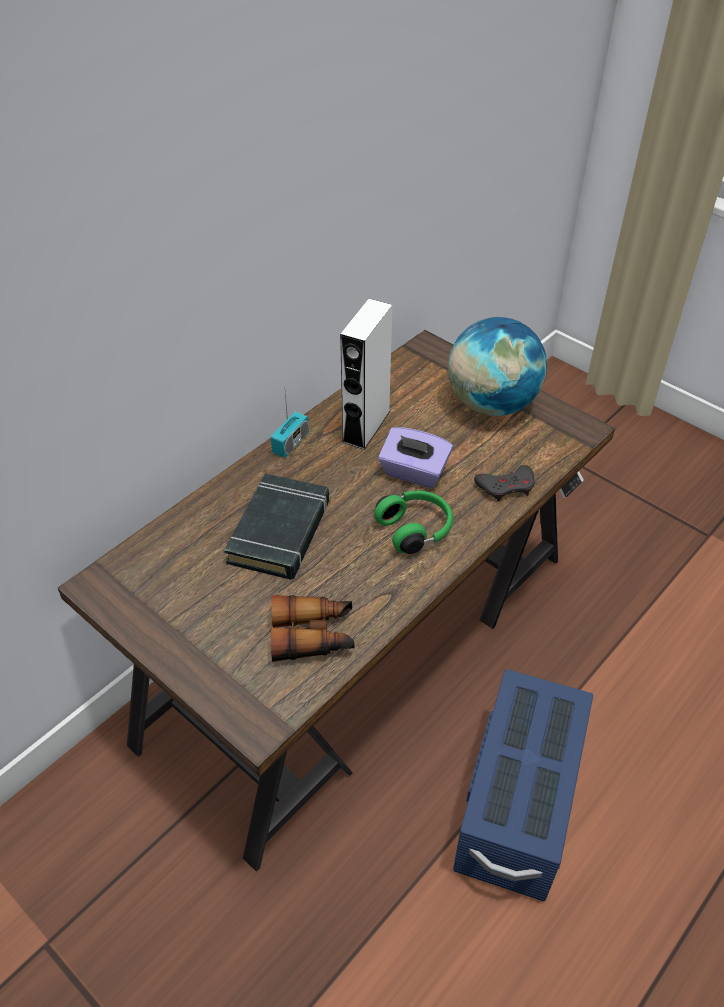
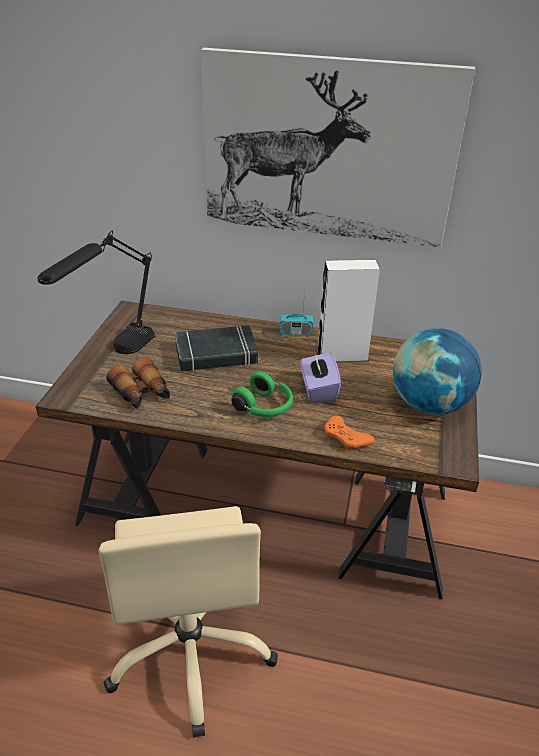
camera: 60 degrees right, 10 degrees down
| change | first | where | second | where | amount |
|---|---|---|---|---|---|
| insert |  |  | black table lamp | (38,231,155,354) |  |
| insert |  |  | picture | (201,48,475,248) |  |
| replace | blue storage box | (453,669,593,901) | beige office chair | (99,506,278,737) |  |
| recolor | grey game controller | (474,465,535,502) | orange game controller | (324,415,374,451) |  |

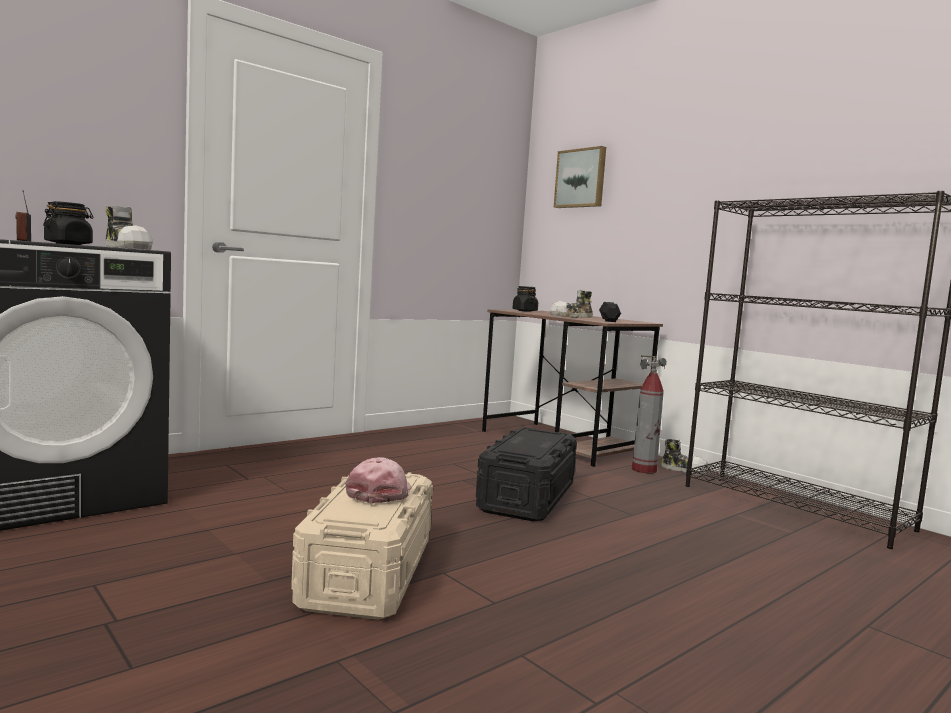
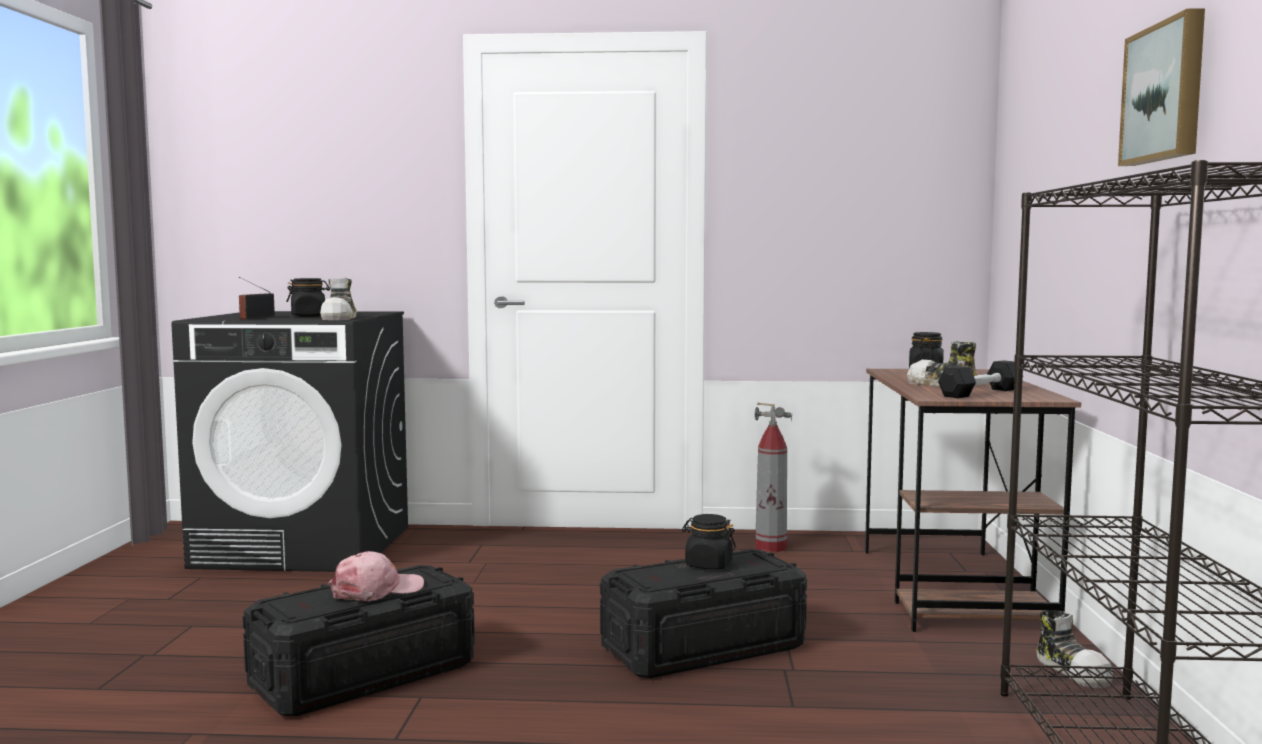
camera: 45 degrees right, 0 degrees up
| change | first | where | second | where | amount |
|---|---|---|---|---|---|
| insert |  |  | black jar | (682,514,736,569) |  |
| move | picture | (554,146,606,208) |  | (1118,8,1205,166) |  |
| move | fire extinguisher | (632,355,667,473) |  | (755,403,792,552) |  |
| recolor | beige storage box | (291,472,433,620) | black storage box | (242,565,475,716) |  |

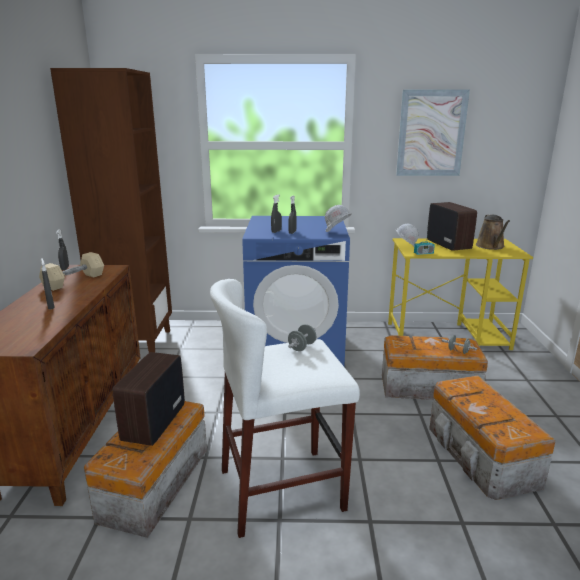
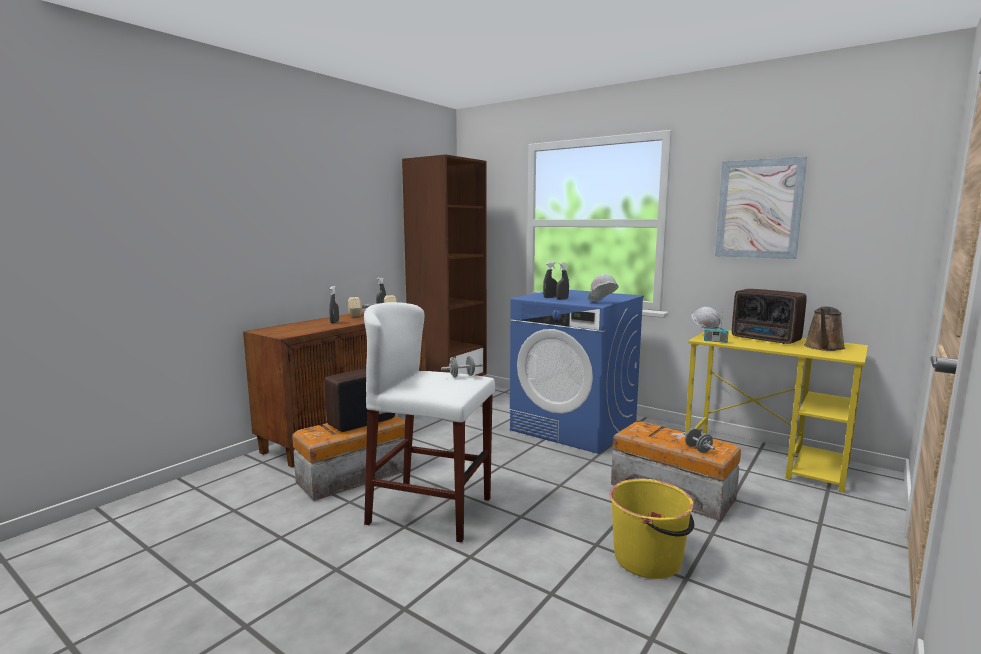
camera: 35 degrees right, 10 degrees down
| change | first | where | second | where | amount |
|---|---|---|---|---|---|
| replace | storage box | (429,376,555,500) | yellow bucket | (610,479,694,579) |  |
| rotate | radio | (427,202,477,251) |  | (732,289,807,344) | 120 degrees clockwise |

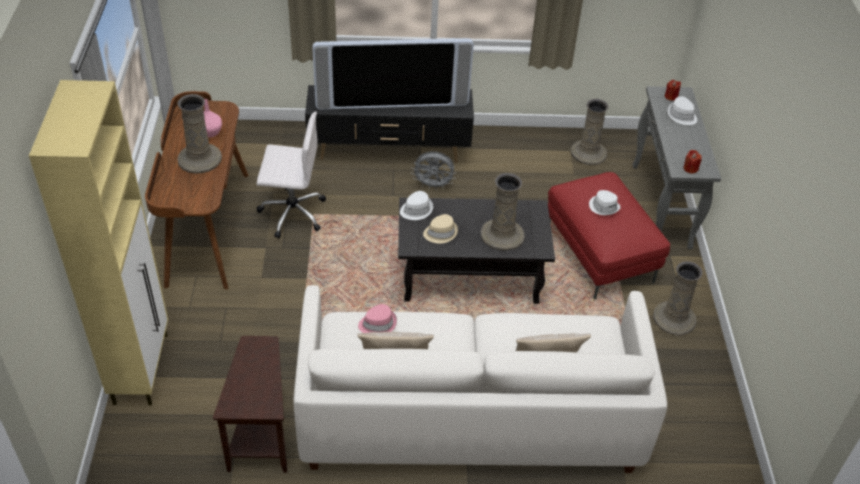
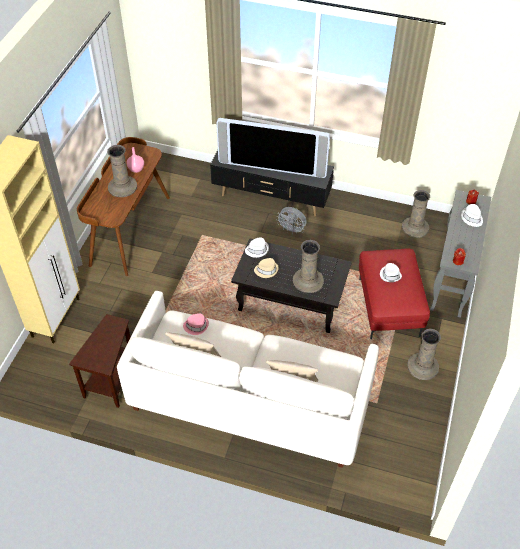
camera: 20 degrees right, 5 degrees up
| change | first | where | second | where | amount |
|---|---|---|---|---|---|
| delete | white office chair | (256,112,326,239) |  |  |  |

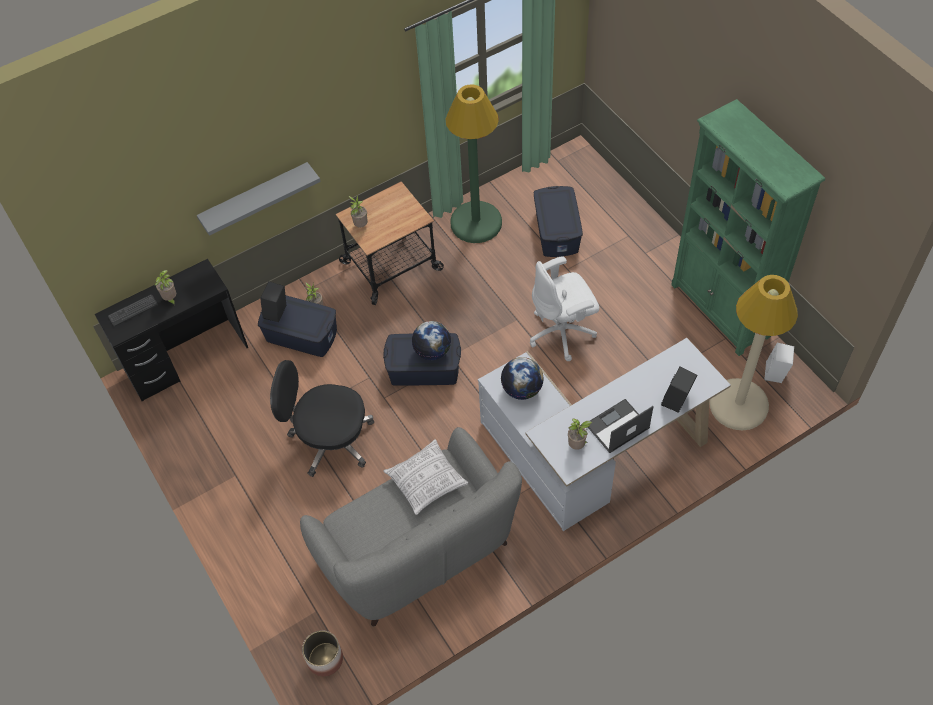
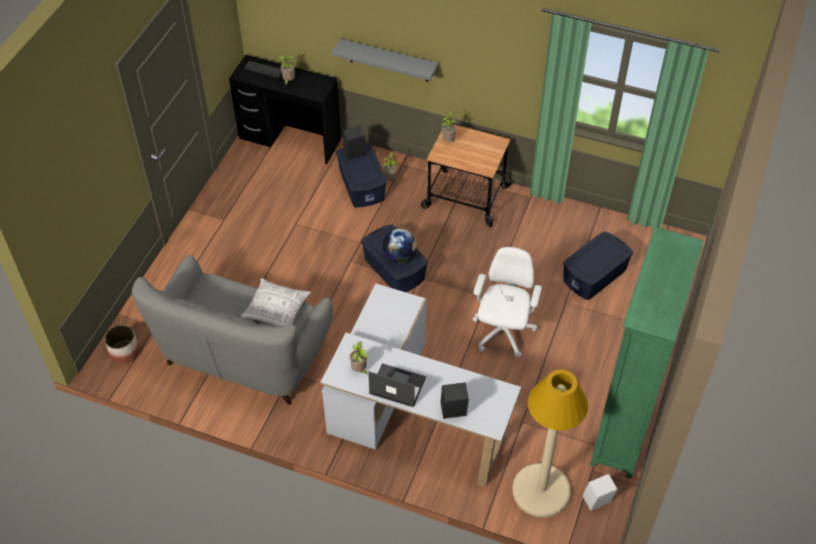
camera: 50 degrees right, 5 degrees down
| change | first | where | second | where | amount |
|---|---|---|---|---|---|
| delete | black office chair | (270,360,374,477) |  |  |  |
| delete | green floor lamp | (446,84,502,243) |  |  |  |
| delete | globe | (501,357,544,400) |  |  |  |
| rotate | white office chair | (530,256,600,361) |  | (473,247,542,358) | 75 degrees clockwise |

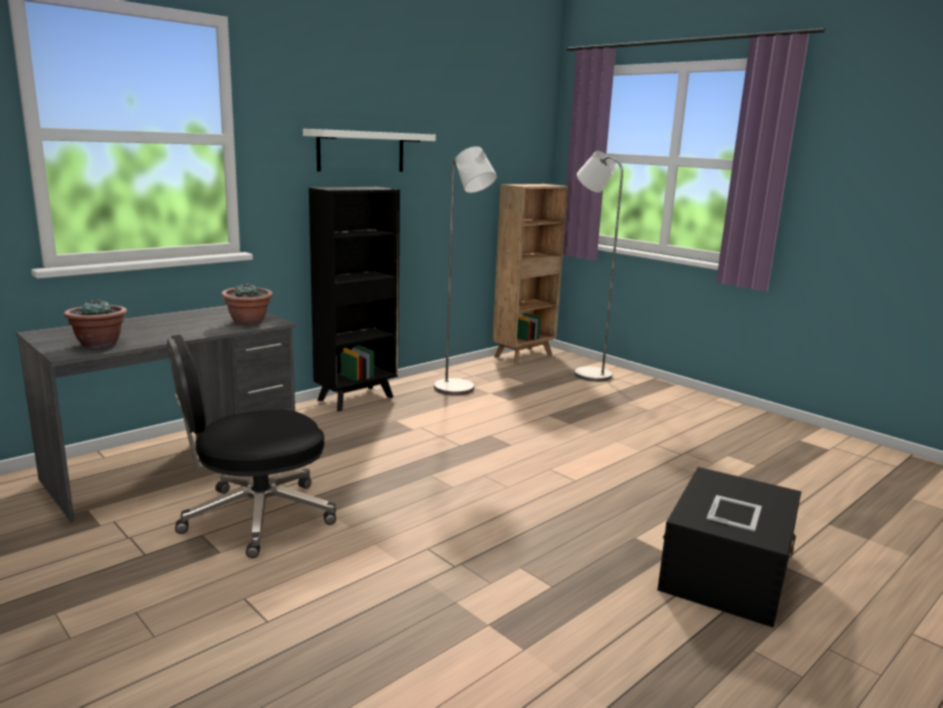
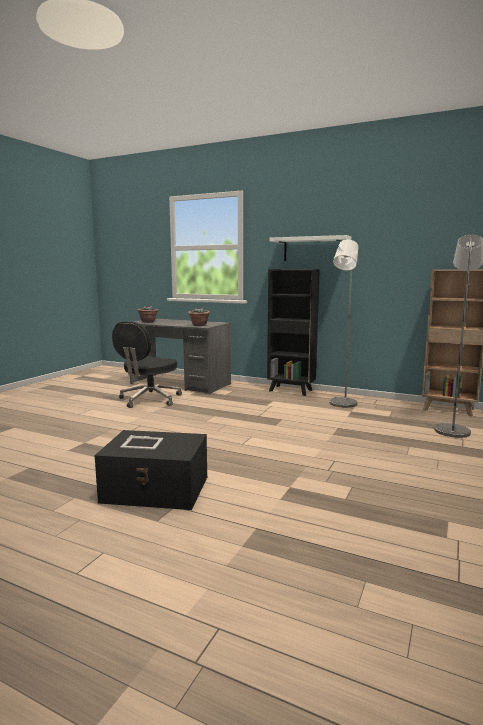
camera: 70 degrees right, 5 degrees down
| change | first | where | second | where | amount |
|---|---|---|---|---|---|
| rotate | black office chair | (167,335,336,558) |  | (112,321,182,408) | 105 degrees counterclockwise |

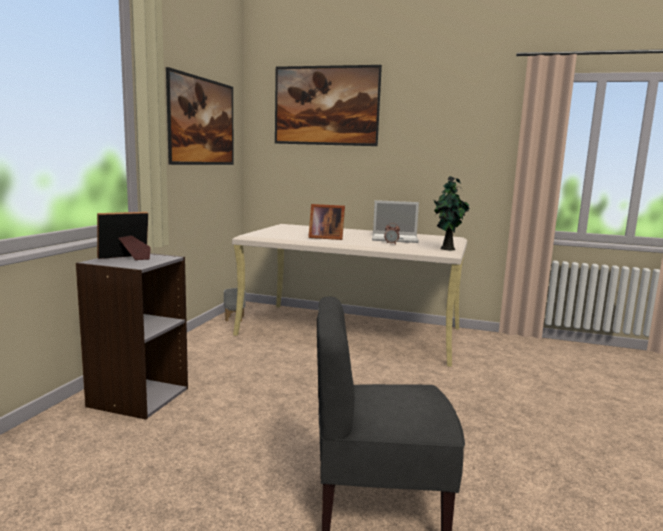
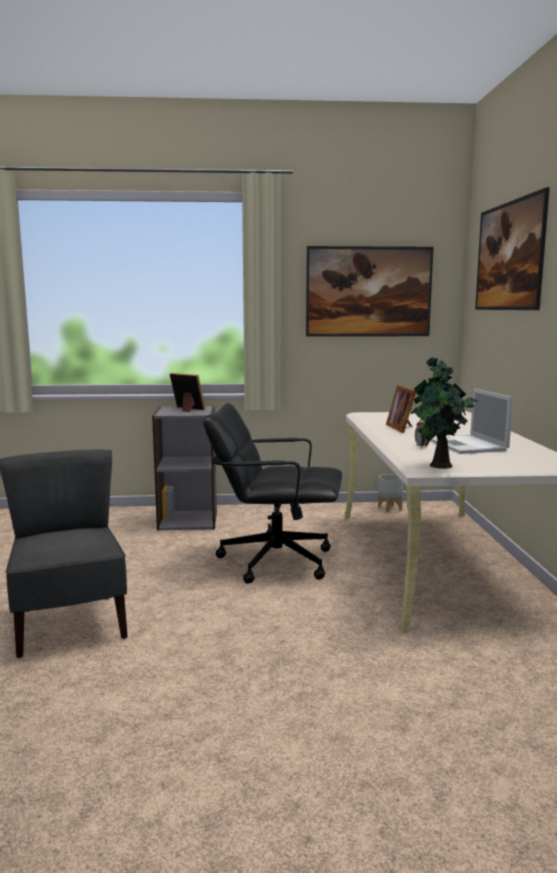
camera: 70 degrees right, 0 degrees up
| change | first | where | second | where | amount |
|---|---|---|---|---|---|
| insert |  |  | black office chair | (203,403,342,584) |  |

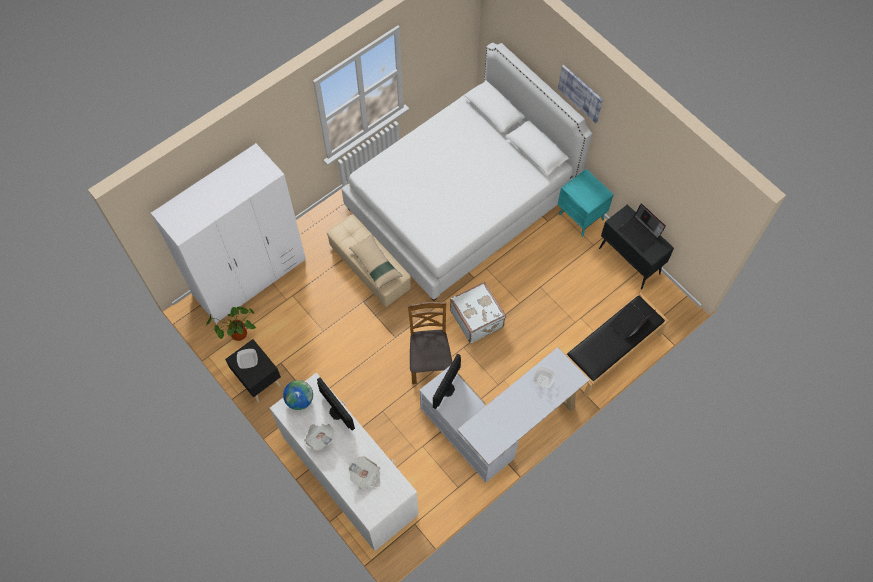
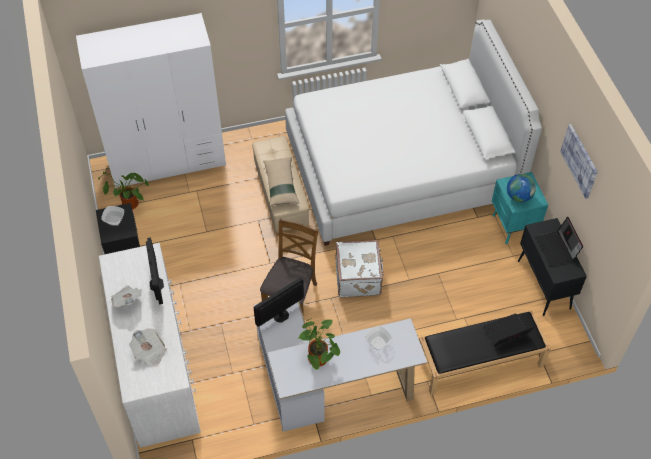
camera: 25 degrees right, 10 degrees down
| change | first | where | second | where | amount |
|---|---|---|---|---|---|
| insert |  |  | potted plant | (299,318,340,370) |  |
| move | globe | (283,380,313,410) |  | (507,174,536,202) |  |
| move | picture | (558,65,603,123) |  | (560,124,598,199) |  |

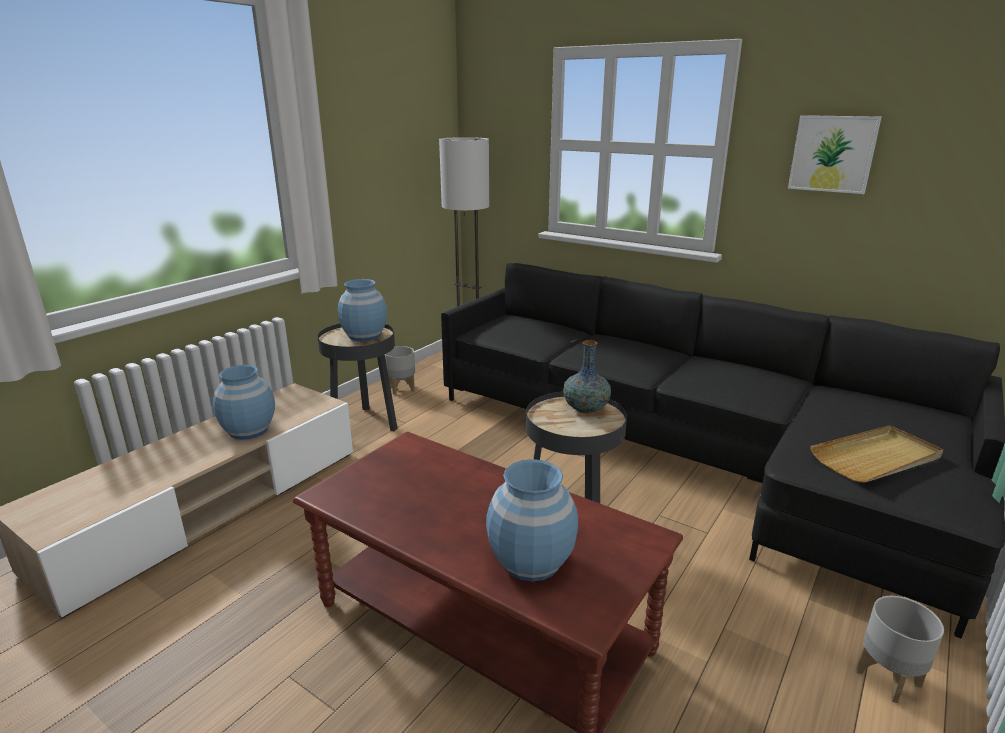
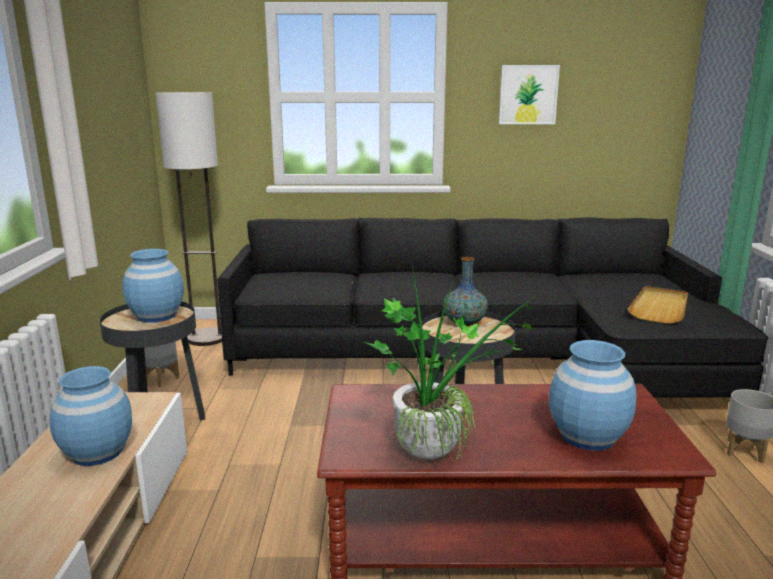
camera: 35 degrees left, 5 degrees down
| change | first | where | second | where | amount |
|---|---|---|---|---|---|
| insert |  |  | potted plant | (365,261,538,461) |  |

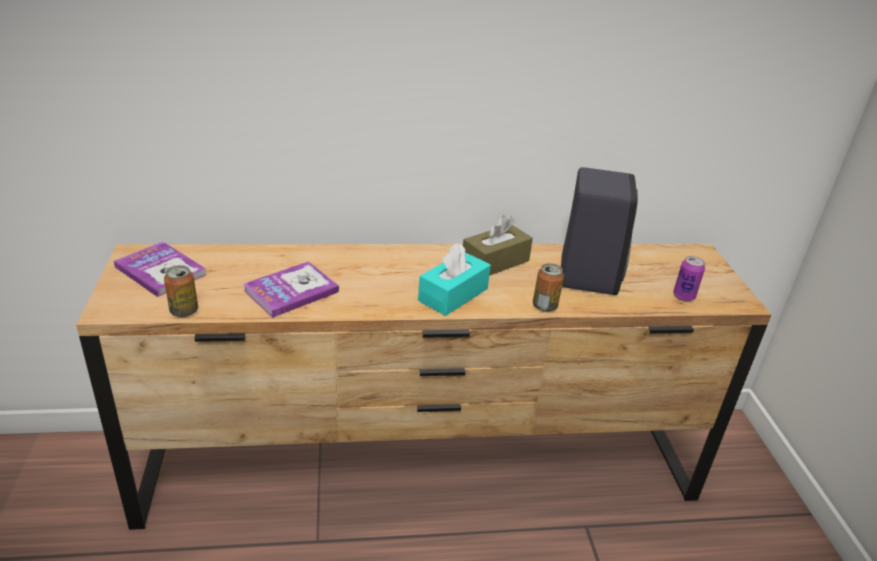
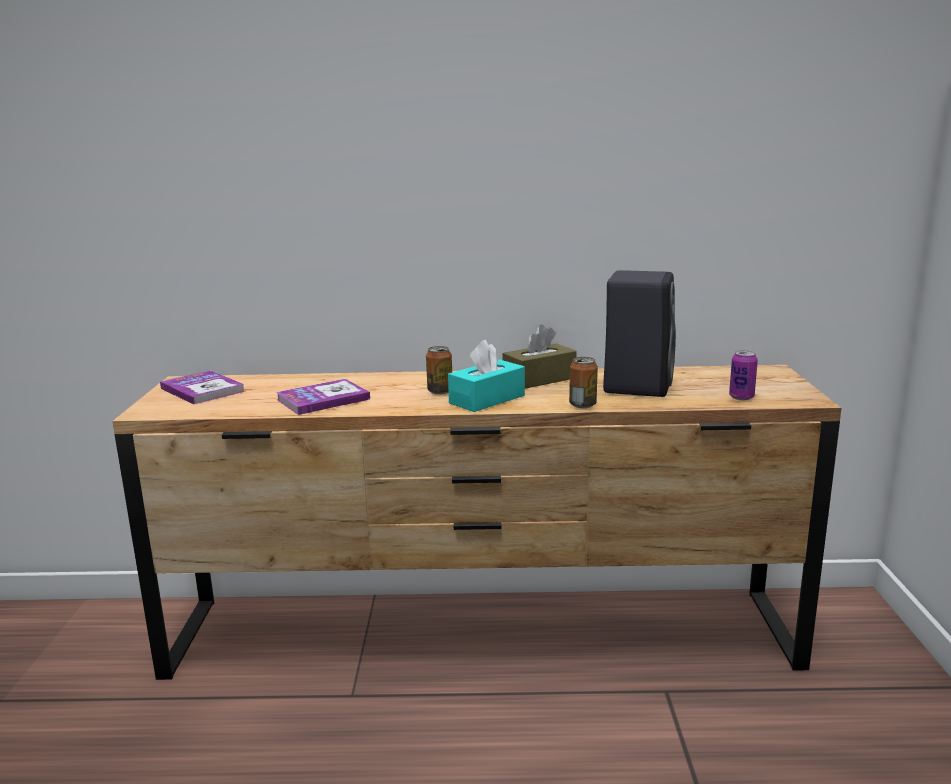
camera: 10 degrees right, 15 degrees down
| change | first | where | second | where | amount |
|---|---|---|---|---|---|
| move | can | (164,265,198,317) |  | (426,346,452,394) |  |

